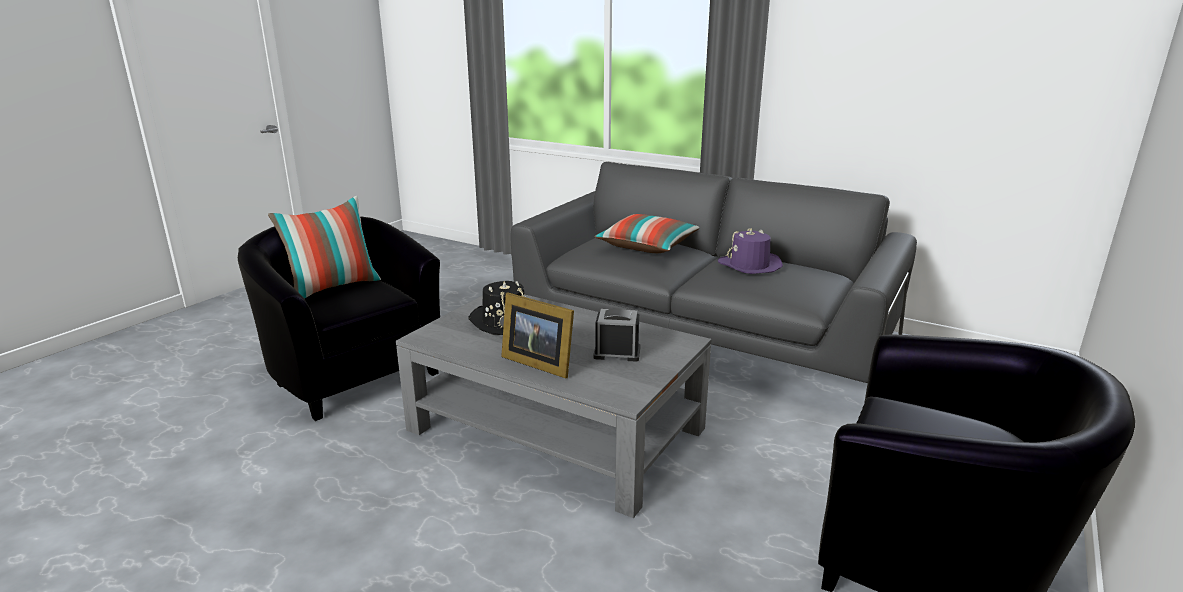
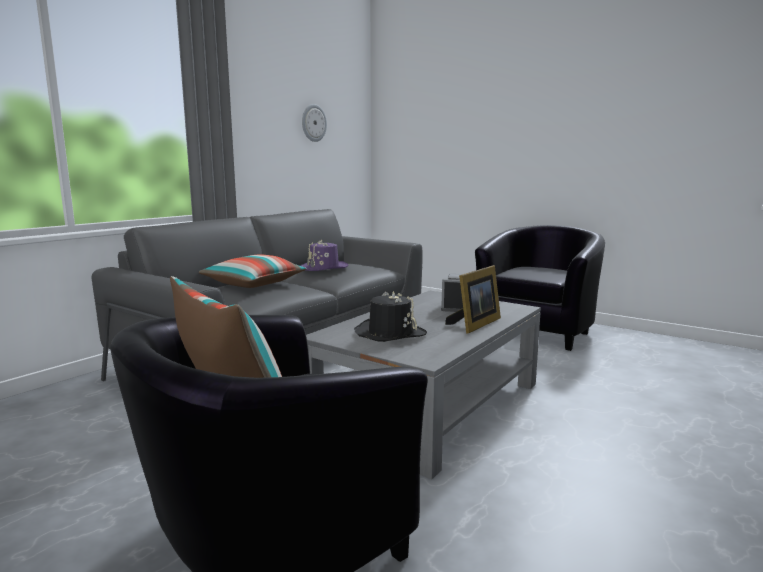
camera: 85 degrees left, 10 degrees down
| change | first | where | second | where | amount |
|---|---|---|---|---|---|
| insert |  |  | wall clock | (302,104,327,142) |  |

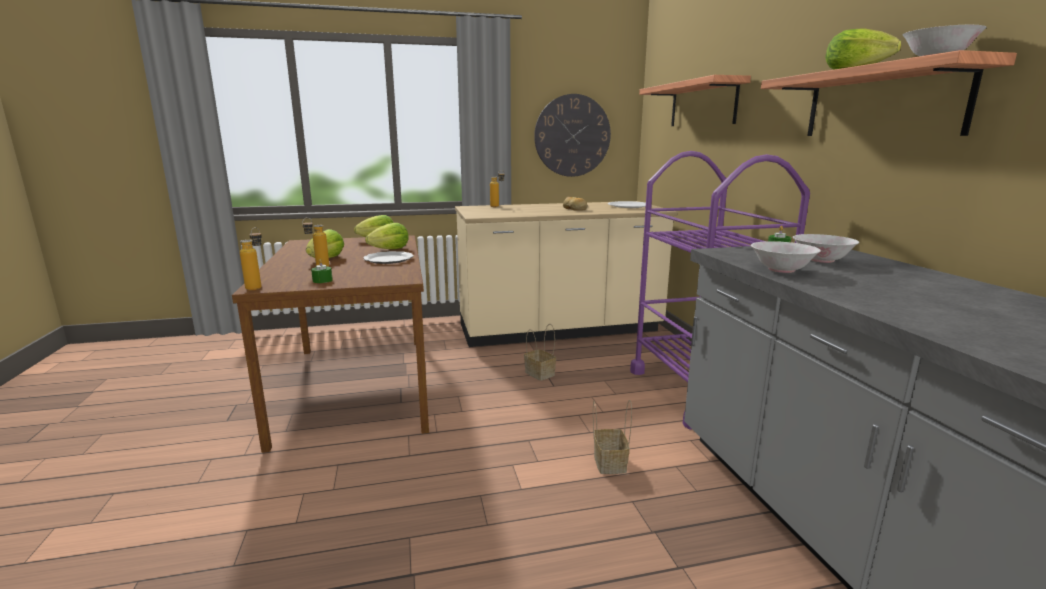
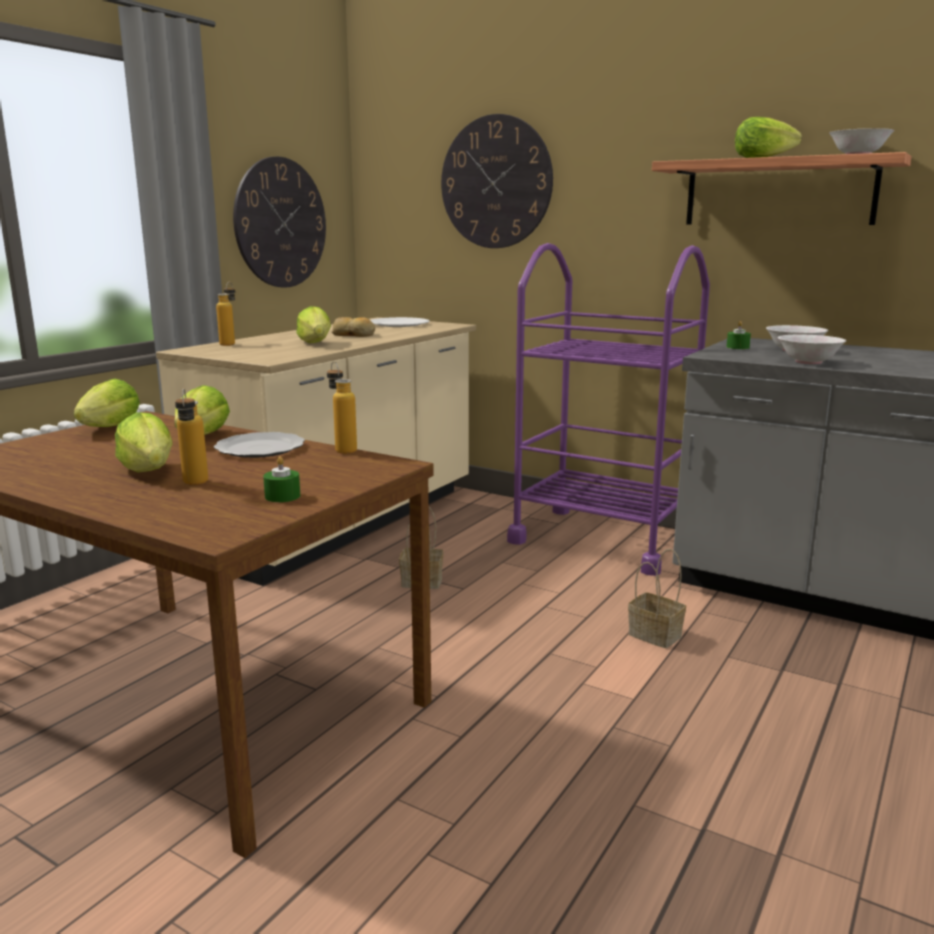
camera: 45 degrees left, 0 degrees up
| change | first | where | second | where | amount |
|---|---|---|---|---|---|
| insert |  |  | lettuce | (296,306,331,343) |  |
| move | bottle | (240,227,262,290) |  | (327,361,357,454) |  |
| replace | shelf | (639,75,751,126) | wall clock | (441,114,553,248) |  |

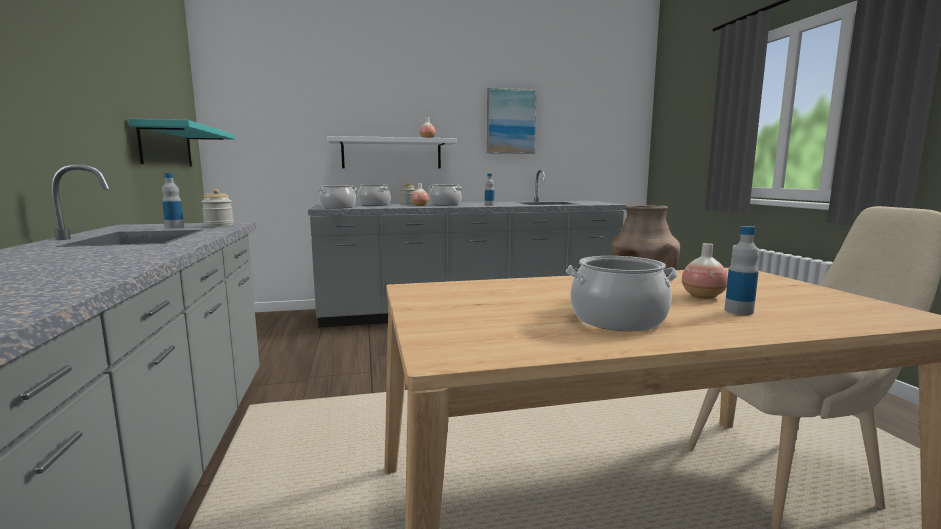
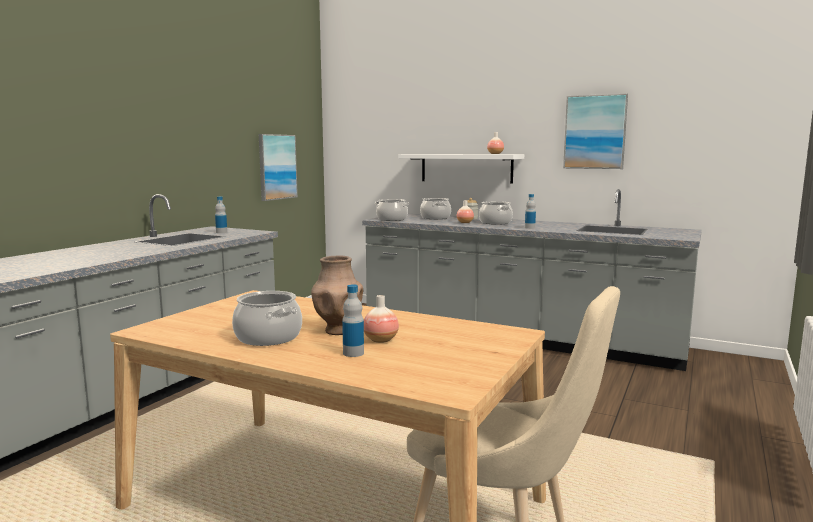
camera: 40 degrees right, 0 degrees up
| change | first | where | second | where | amount |
|---|---|---|---|---|---|
| delete | jar | (201,189,234,227) |  |  |  |
| replace | turquoise shelf | (128,119,235,166) | picture | (259,134,298,201) |  |

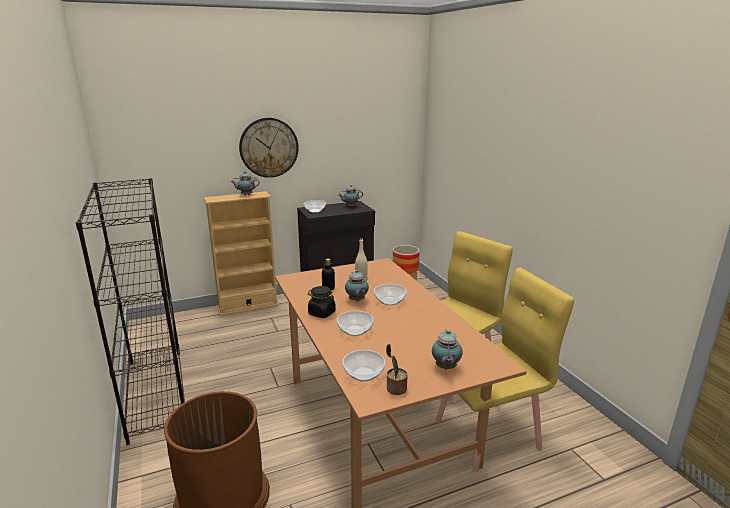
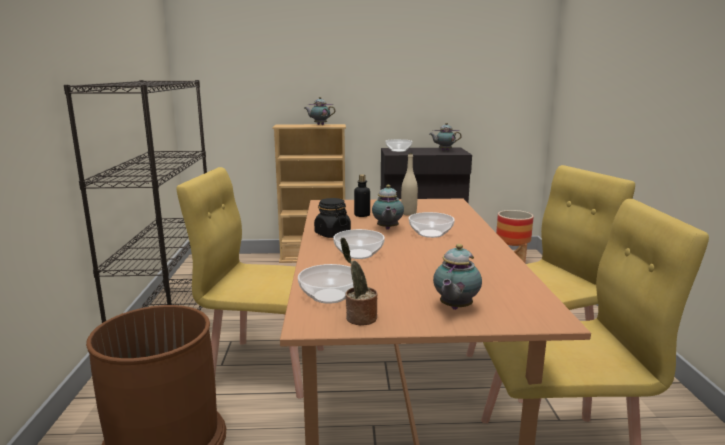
camera: 20 degrees right, 5 degrees down
| change | first | where | second | where | amount |
|---|---|---|---|---|---|
| delete | wall clock | (239,118,299,178) |  |  |  |
| insert |  |  | yellow chair | (177,167,324,399) |  |

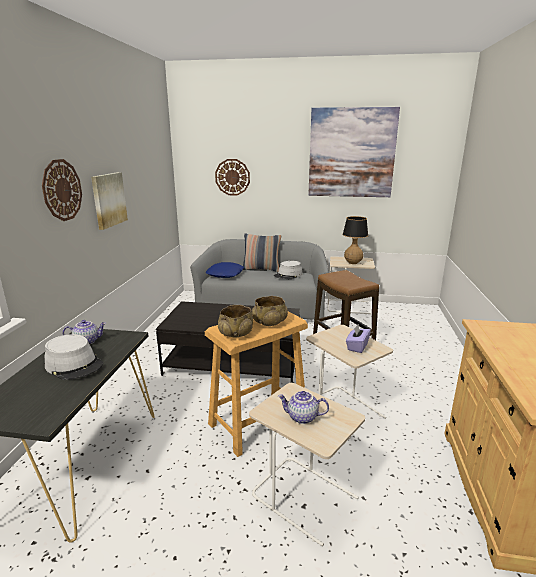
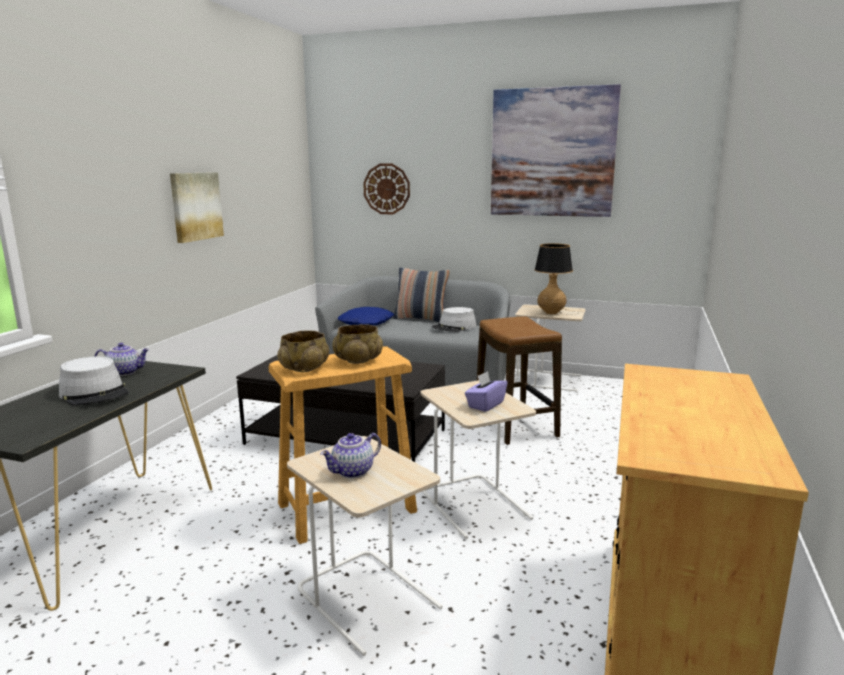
camera: 10 degrees right, 5 degrees down
| change | first | where | second | where | amount |
|---|---|---|---|---|---|
| delete | wall clock | (42,159,82,221) |  |  |  |
| rotate | teapot | (278,391,329,424) |  | (320,433,381,478) | 60 degrees counterclockwise |

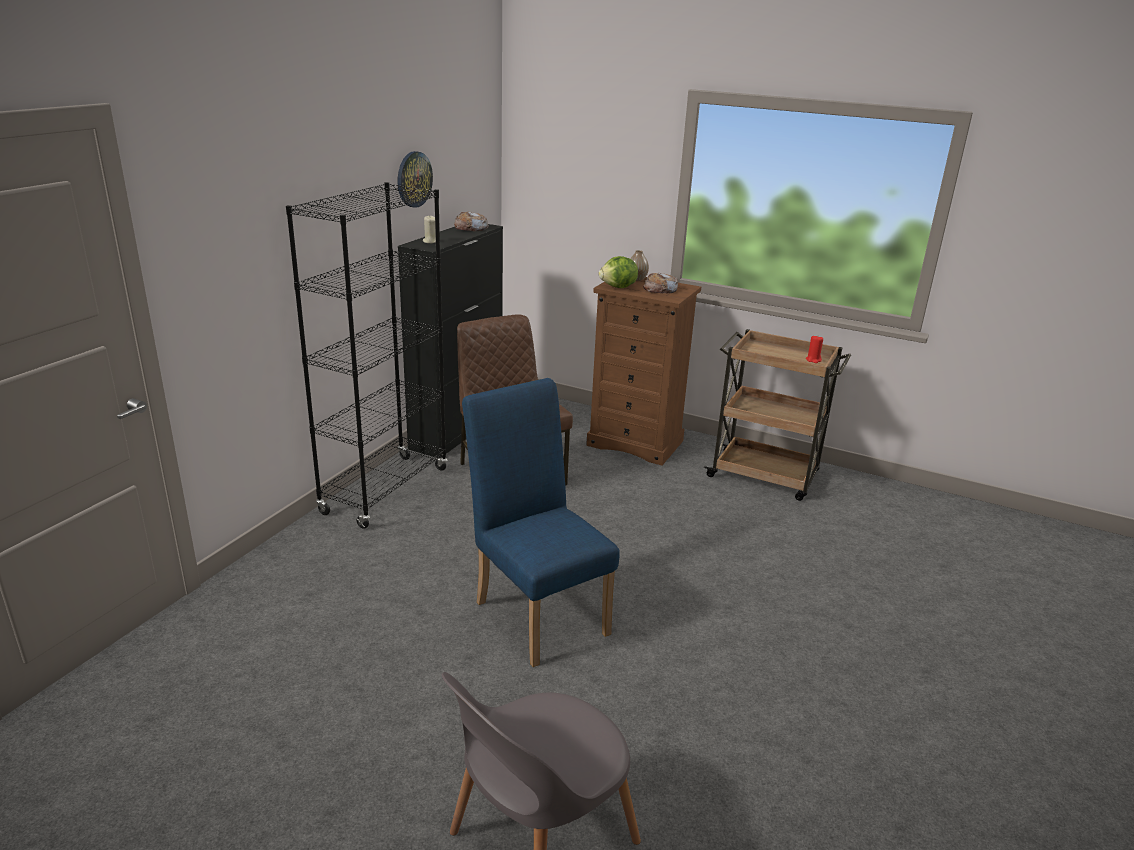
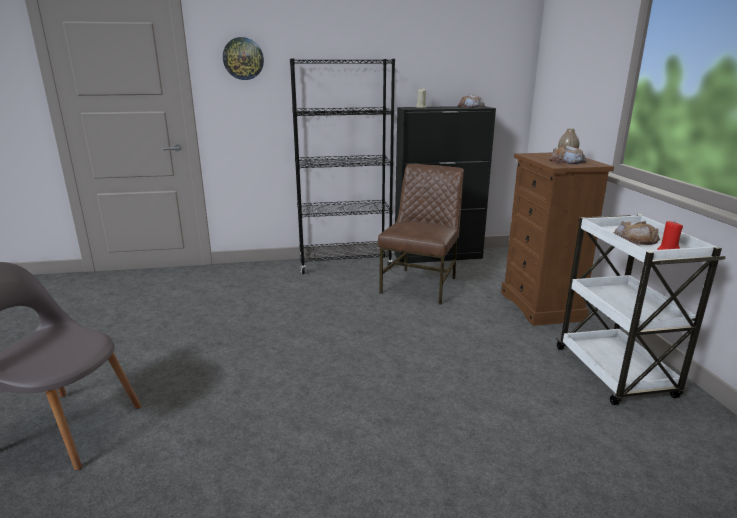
camera: 55 degrees right, 5 degrees down
| change | first | where | second | where | amount |
|---|---|---|---|---|---|
| delete | blue chair | (462,378,620,667) |  |  |  |
| delete | lettuce | (599,256,638,288) |  |  |  |
| insert |  |  | bread | (614,221,660,245) |  |
| move | wall clock | (398,151,433,208) |  | (223,37,264,80) |  |
| recolor | brown cart | (704,329,851,501) | white cart | (556,214,725,405) |  |

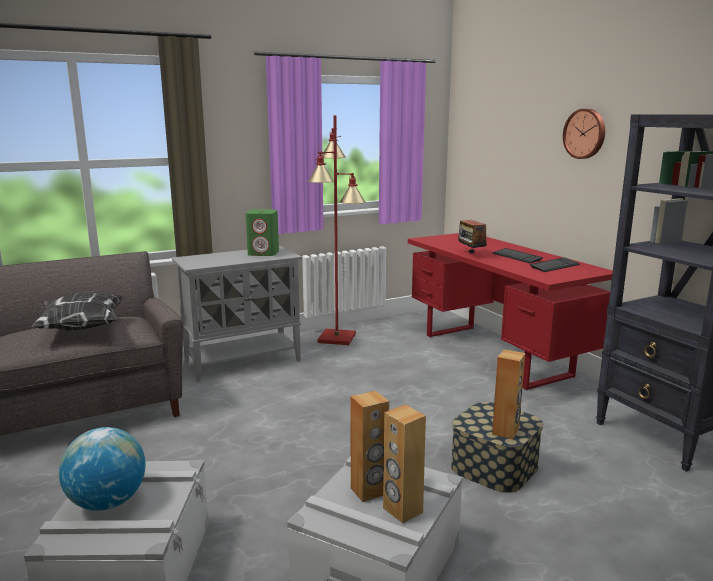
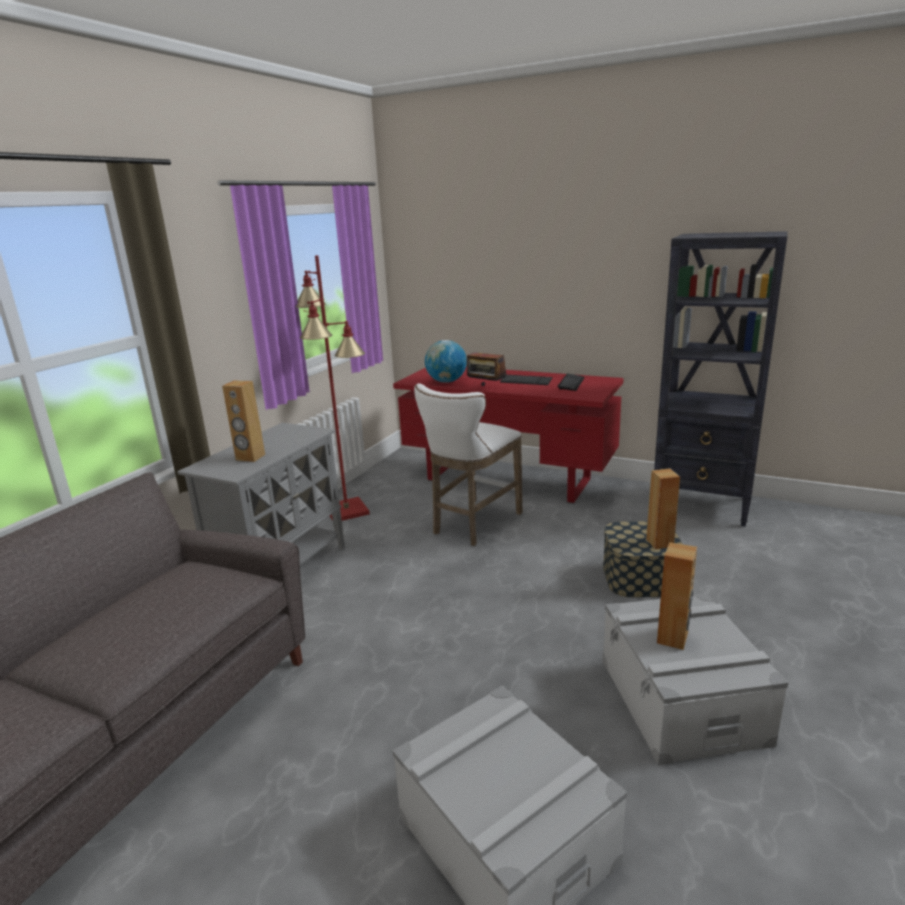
camera: 35 degrees left, 5 degrees up
| change | first | where | second | where | amount |
|---|---|---|---|---|---|
| delete | pillow | (31,292,124,331) |  |  |  |
| delete | green speaker | (246,209,279,256) |  |  |  |
| delete | wall clock | (563,109,605,159) |  |  |  |
| insert |  |  | white stool | (414,383,522,546) |  |
| move | globe | (59,427,146,511) |  | (425,340,467,383) |  |
| move | brown speaker | (383,405,426,524) |  | (222,380,265,462) |  |

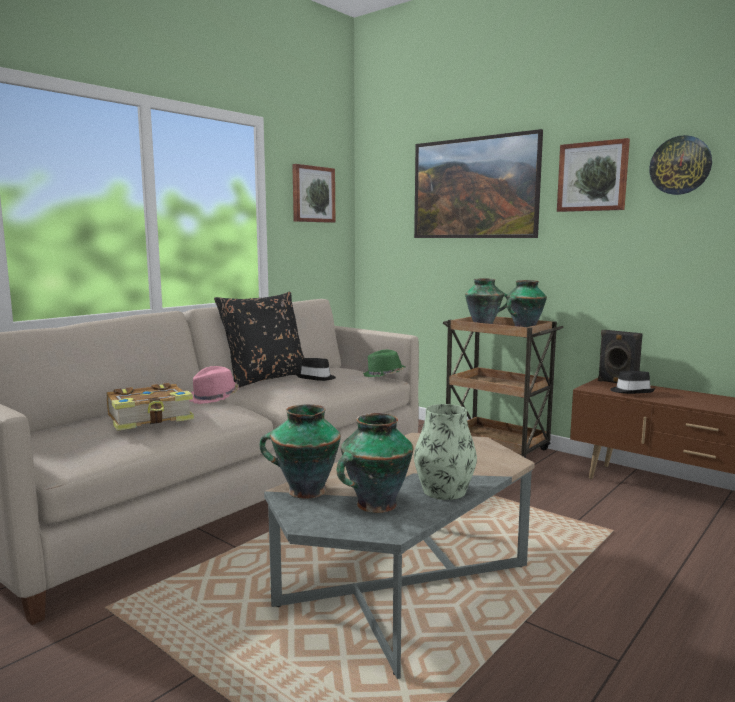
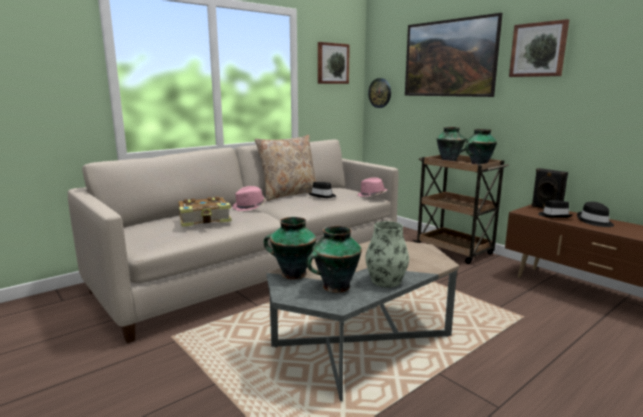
camera: 10 degrees right, 5 degrees up
| change | first | where | second | where | amount |
|---|---|---|---|---|---|
| insert |  |  | black hat | (577,202,614,227) |  |
| move | wall clock | (649,135,712,195) |  | (368,78,391,108) |  |
| recolor | black pillow | (214,292,304,388) | beige pillow | (255,135,317,201) |  |
| recolor | green hat | (363,350,406,377) | pink hat | (358,177,387,197) |  |

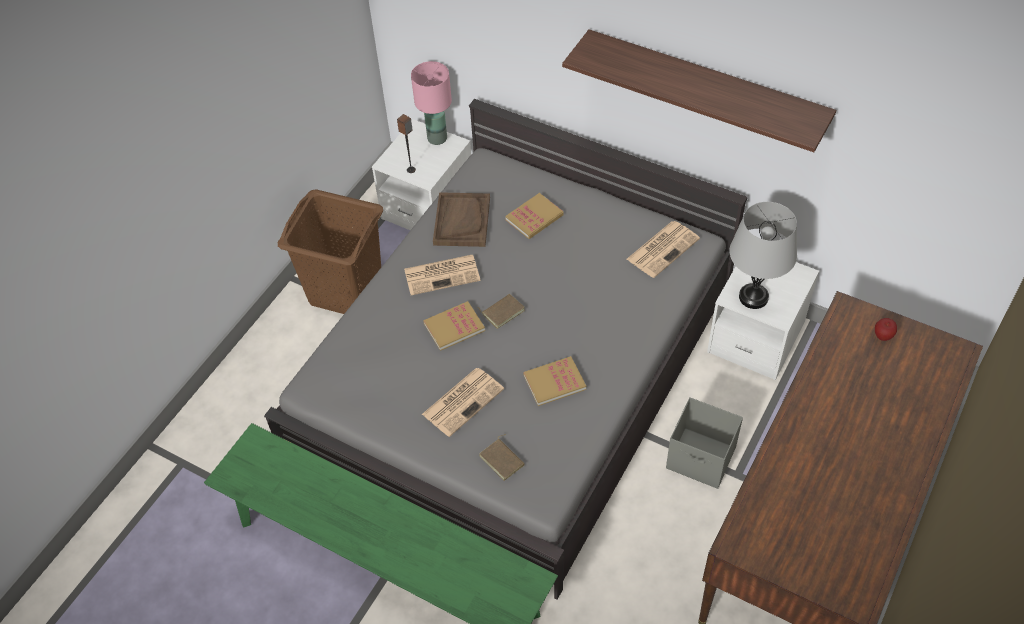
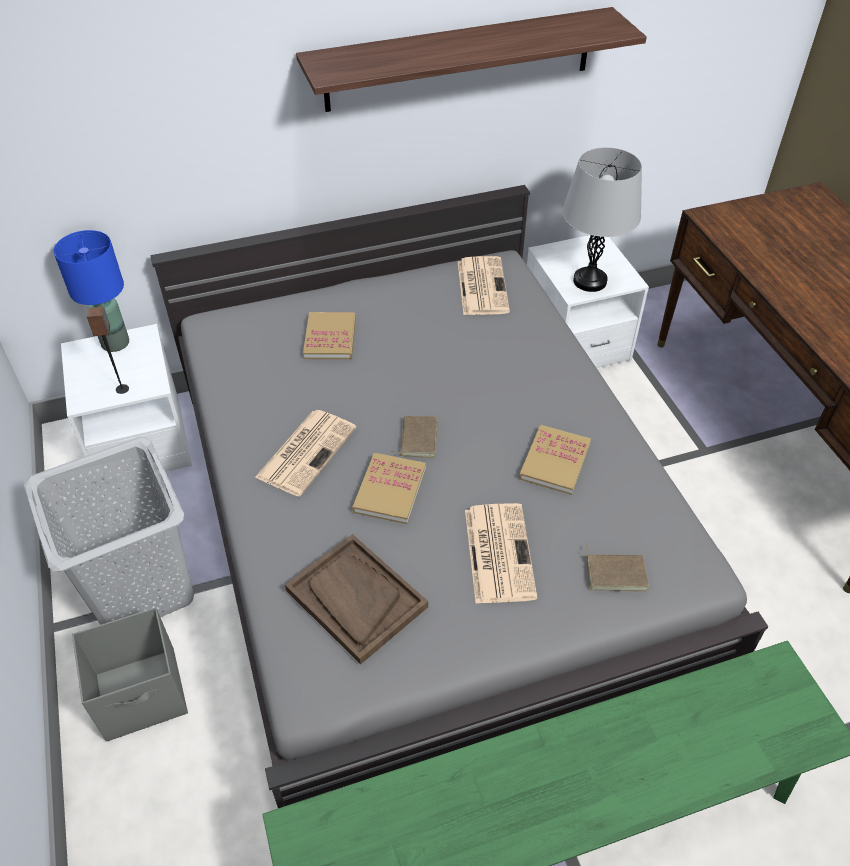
camera: 50 degrees left, 5 degrees down
| change | first | where | second | where | amount |
|---|---|---|---|---|---|
| delete | apple | (875,318,897,341) |  |  |  |
| move | brown tray | (433,192,490,247) |  | (285,534,428,665) |  |
| move | grey storage box | (666,397,743,489) |  | (72,607,188,742) |  |
| recolor | brown laundry basket | (278,189,383,314) | grey laundry basket | (24,437,194,625) |  |
| recolor | pink table lamp | (411,61,452,145) | blue table lamp | (54,230,129,352) |  |

